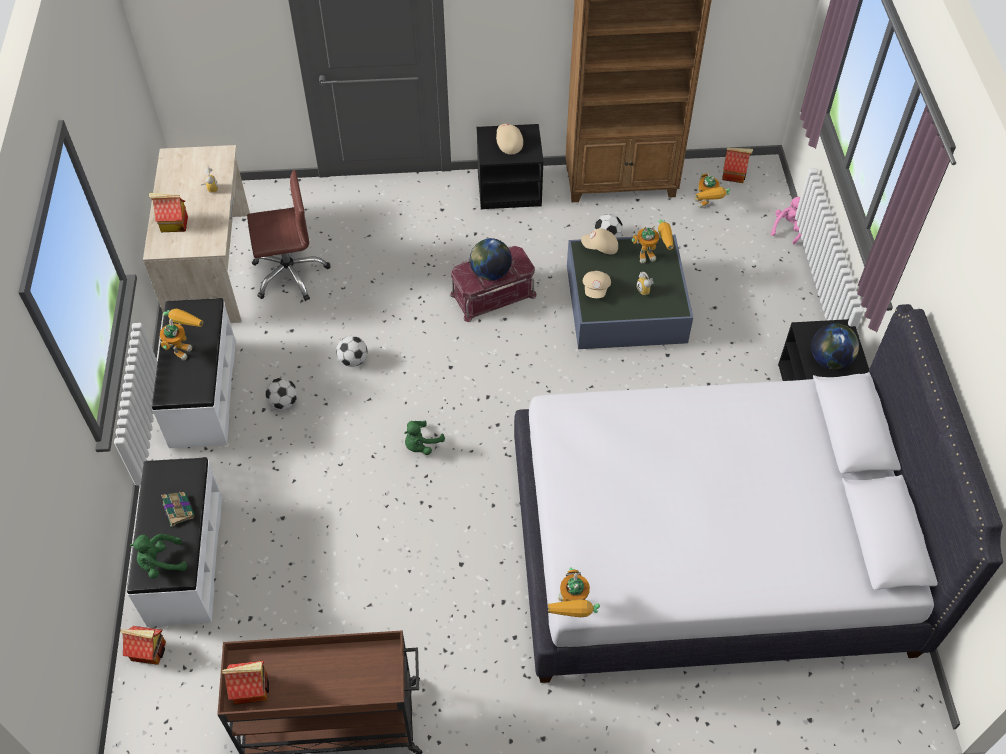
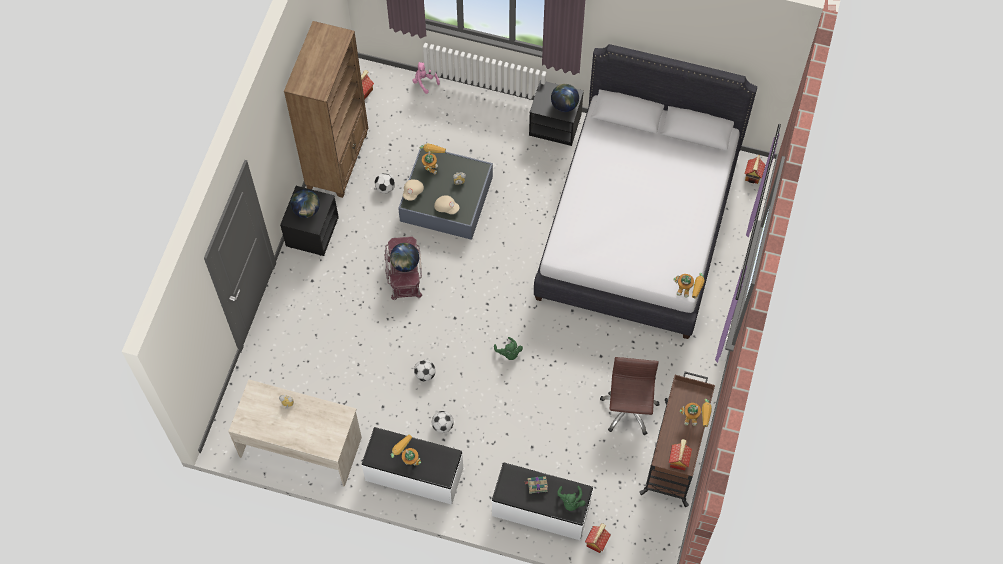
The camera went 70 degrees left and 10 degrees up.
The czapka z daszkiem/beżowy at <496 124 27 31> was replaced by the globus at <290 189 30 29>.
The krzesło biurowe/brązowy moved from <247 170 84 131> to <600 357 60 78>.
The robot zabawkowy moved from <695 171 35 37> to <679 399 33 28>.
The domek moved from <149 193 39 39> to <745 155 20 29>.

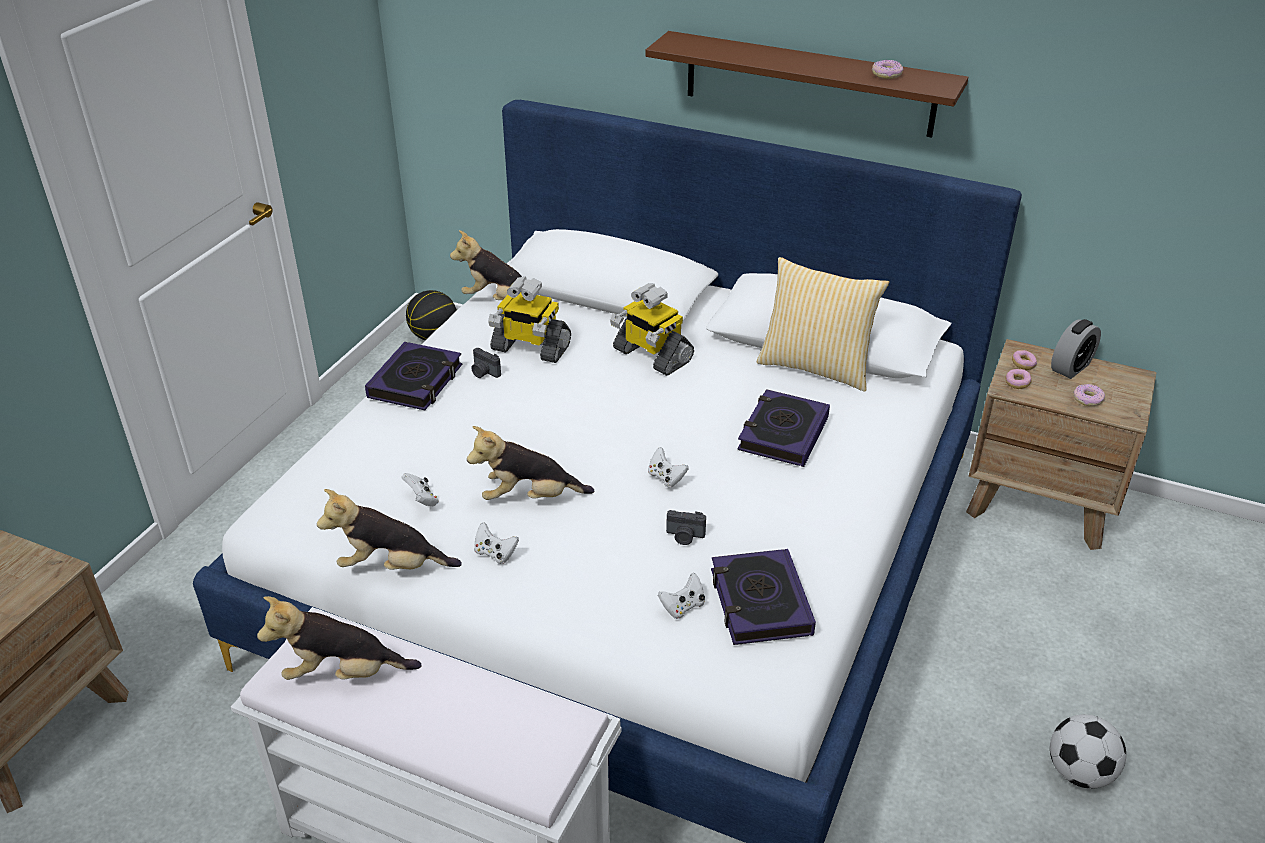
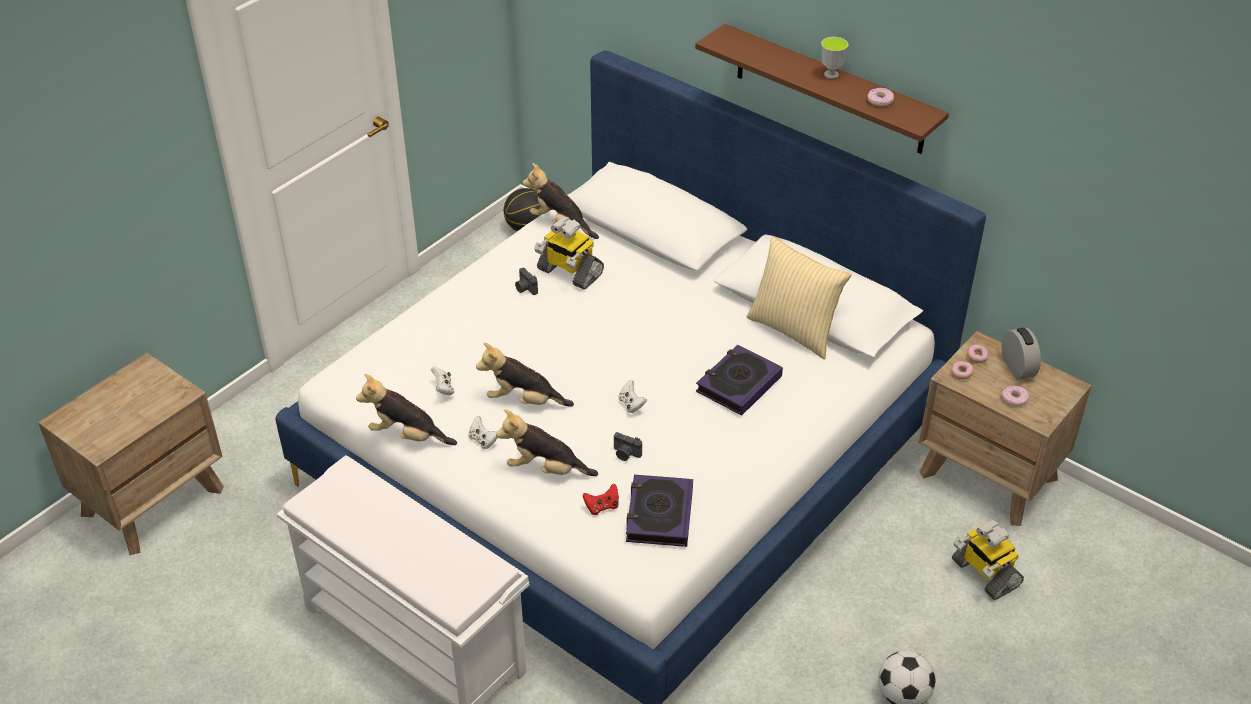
The camera went 15 degrees right and 5 degrees up.
The pluszak moved from <257 596 164 84> to <496 409 102 67>.
The pad do gier/biały at <658 573 47 46> became the pad do gier/czerwony at <583 484 36 31>.
The filiżanka at <821 37 27 42> appeared.
The robot zabawkowy moved from <610 283 84 93> to <952 520 72 80>.
The budzik at <1051 319 50 60> turned 75 degrees counterclockwise.
The książka at <365 342 97 68> disappeared.

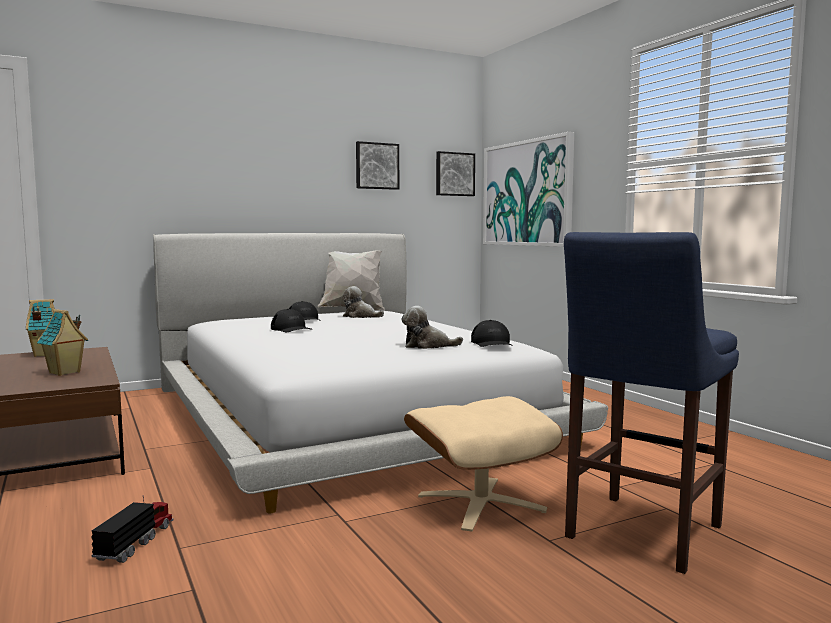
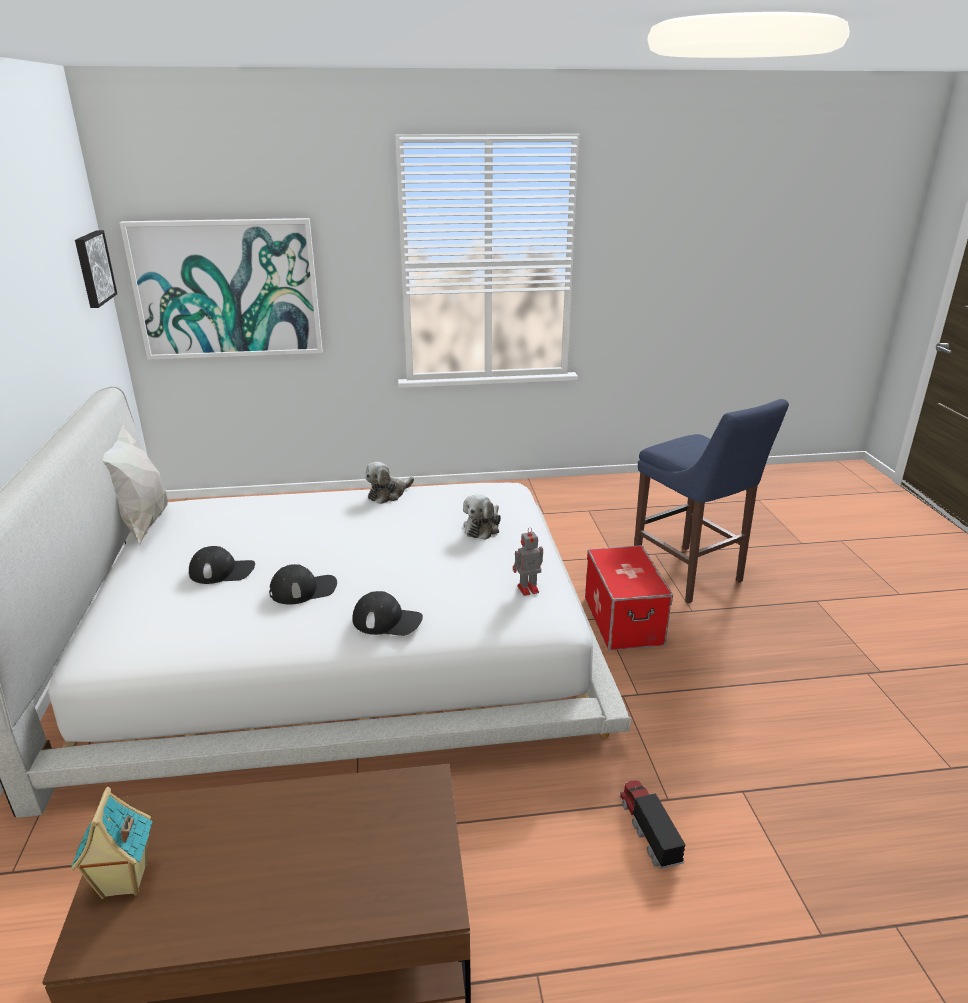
The camera went 70 degrees left and 20 degrees up.
The czapka z daszkiem/czarny moved from <471 320 42 27> to <352 591 71 45>.
The pluszak moved from <342 286 42 32> to <365 462 49 42>.
The robot zabawkowy at <513 527 30 69> appeared.
The pufa/beżowy at <404 396 159 136> was replaced by the pojemnik do przechowywania at <585 545 88 106>.
The ciężarówka zabawkowa at <91 495 82 68> turned 45 degrees clockwise.
The domek at <37 309 51 67> disappeared.
The obraz at <356 141 43 49> disappeared.

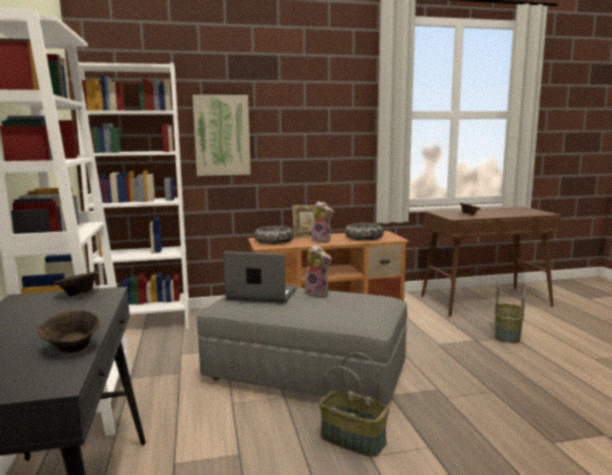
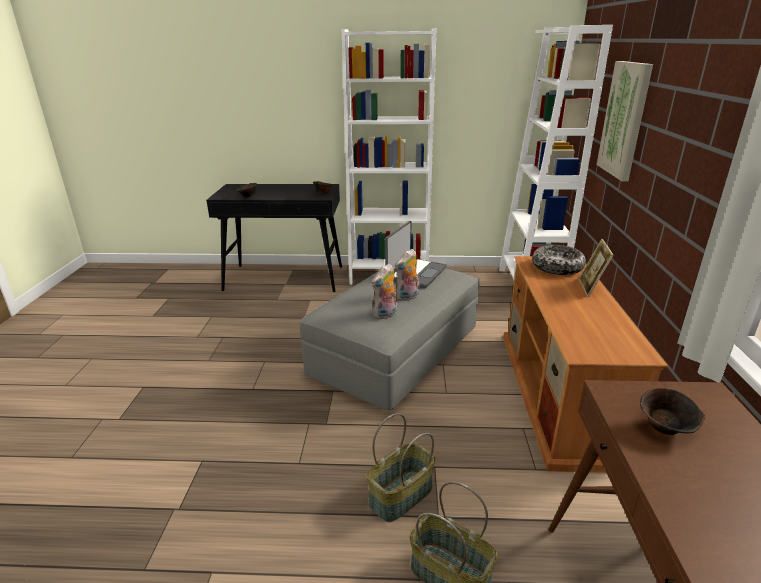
The camera went 105 degrees right and 15 degrees up.
The koszyk moved from <319 353 70 104> to <366 413 69 109>.
The pluszak moved from <311 201 23 42> to <372 263 26 57>.
The miska at <345 223 39 18> disappeared.

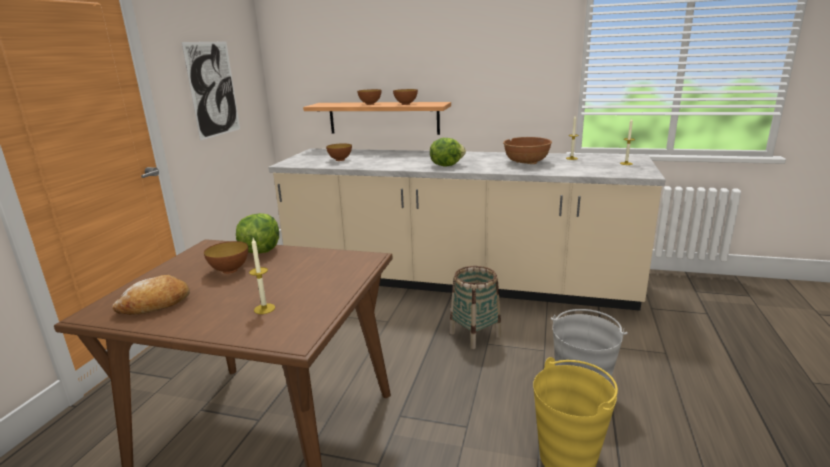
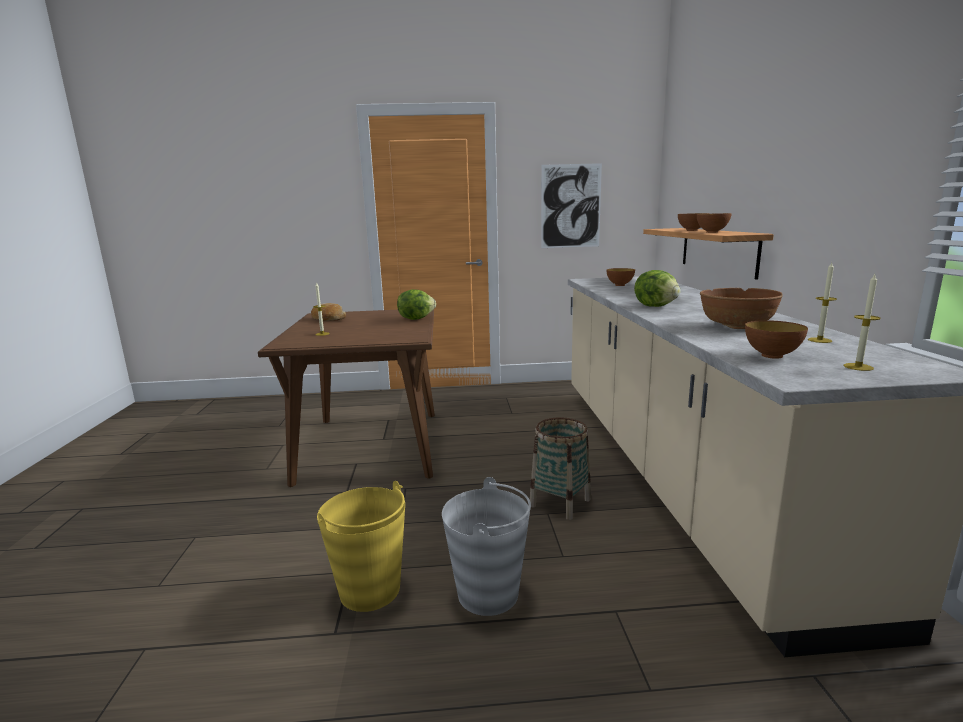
The camera went 70 degrees right and 5 degrees down.
The miska moved from <204 241 44 33> to <745 320 63 39>.

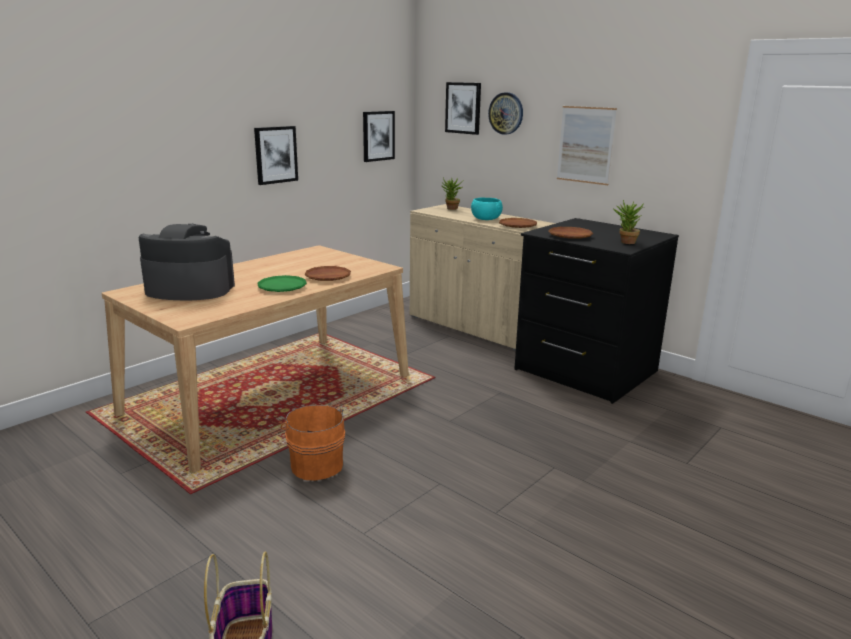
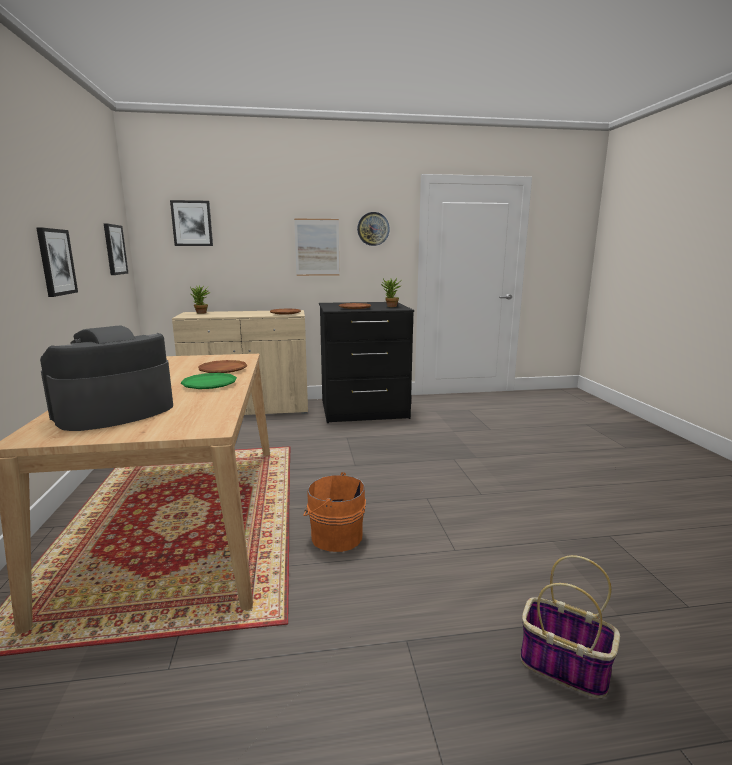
The camera went 50 degrees left and 5 degrees down.
The zegar ścienny moved from <488 92 35 43> to <357 212 33 34>.
The miska/turkusowy at <471 198 32 22> disappeared.

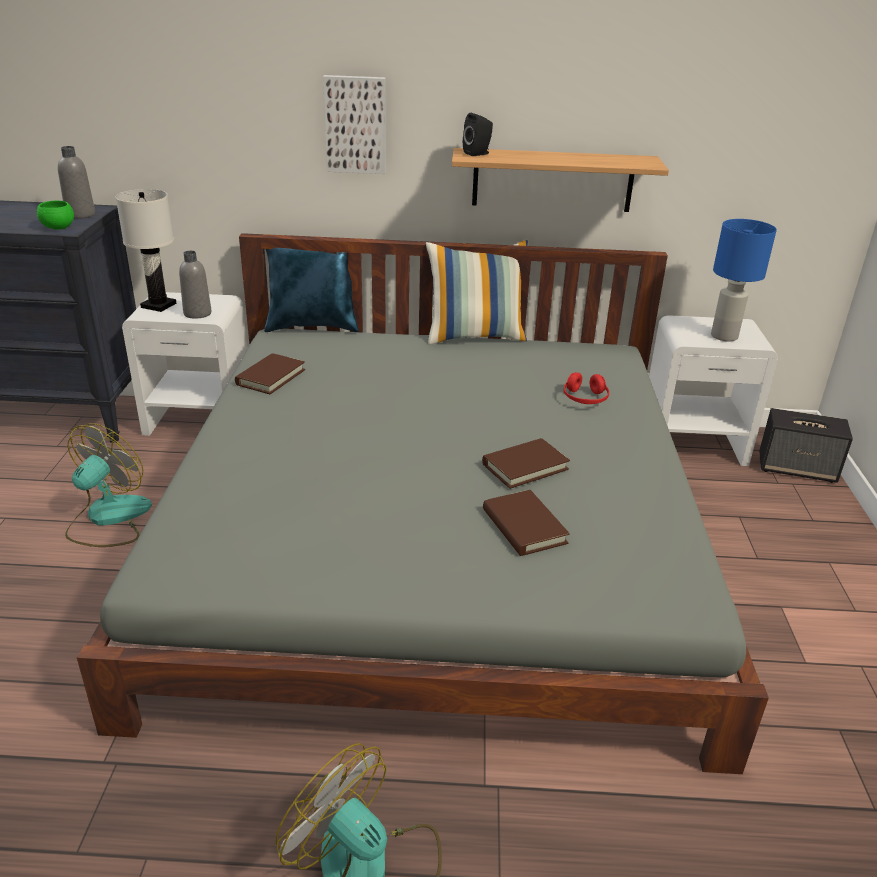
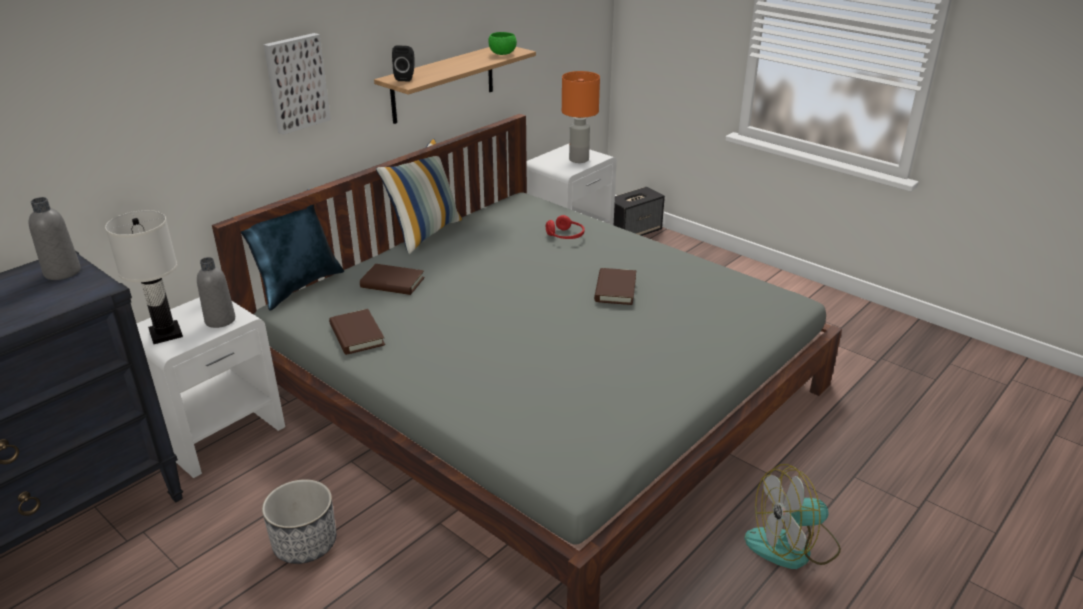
The camera went 50 degrees left and 0 degrees up.
The wentylator at <65 423 87 124> was replaced by the donica at <262 479 74 85>.
The książka/brązowy moved from <483 490 87 66> to <360 264 65 31>.
The miska/zielony moved from <37 200 37 30> to <488 32 29 23>.
The lampa stołowa/niebieski at <711 219 66 123> became the lampa stołowa/pomarańczowy at <562 71 38 92>.

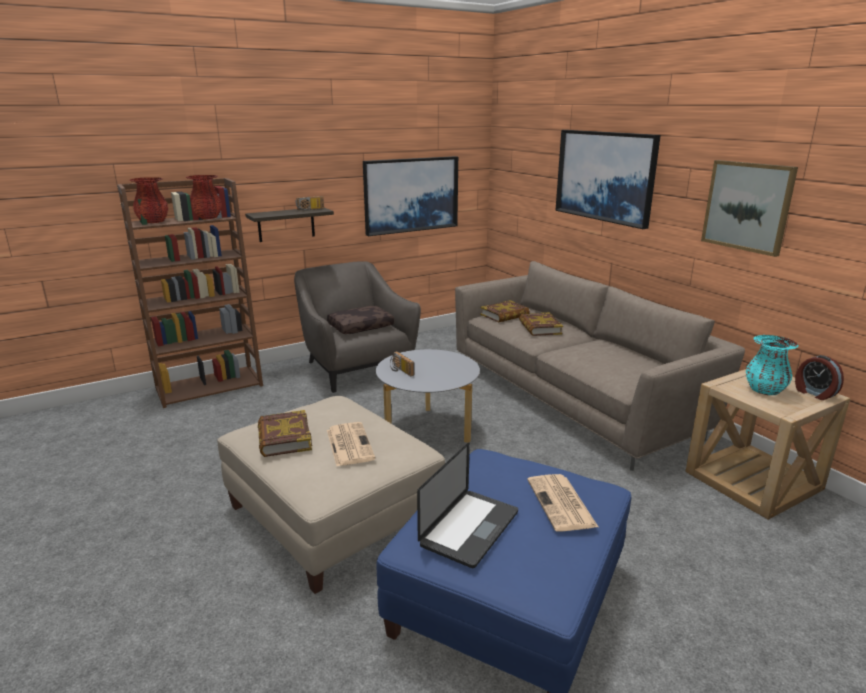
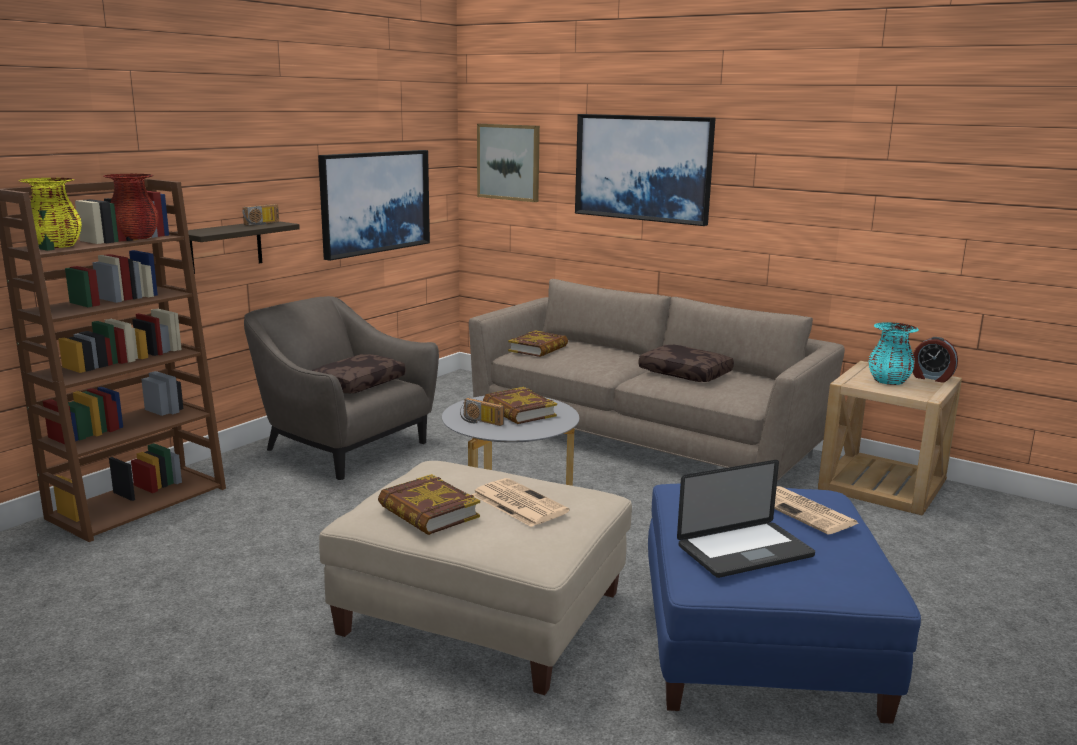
The camera went 25 degrees left and 5 degrees down.
The wazon/czerwony at <129 177 39 46> became the wazon/żółty at <19 178 63 70>.
The obraz moved from <701 160 97 97> to <477 124 63 78>.
The książka moved from <519 312 44 24> to <483 387 74 37>.
The poduszka/brązowy at <639 345 95 37> appeared.
The laptop at <417 442 101 126> turned 60 degrees clockwise.

